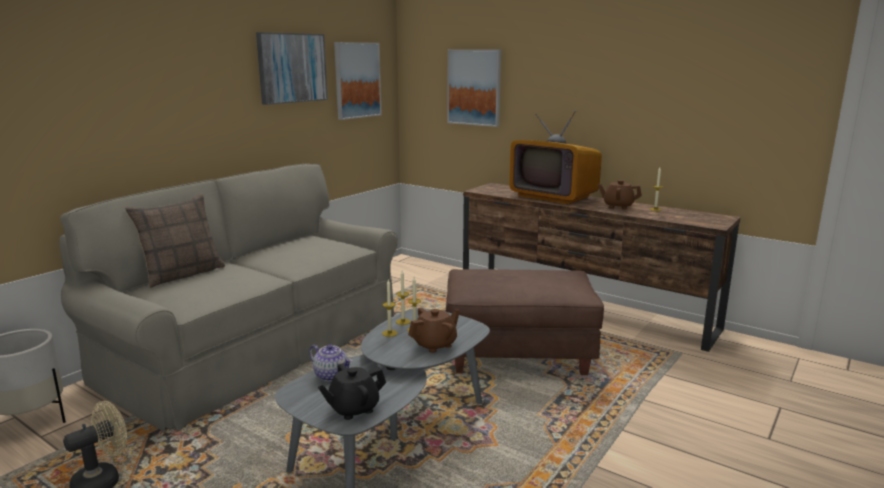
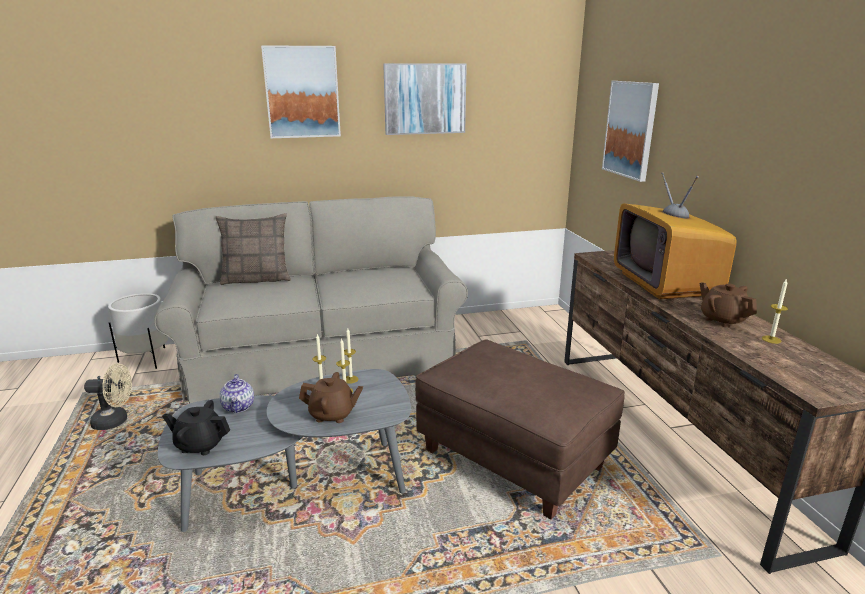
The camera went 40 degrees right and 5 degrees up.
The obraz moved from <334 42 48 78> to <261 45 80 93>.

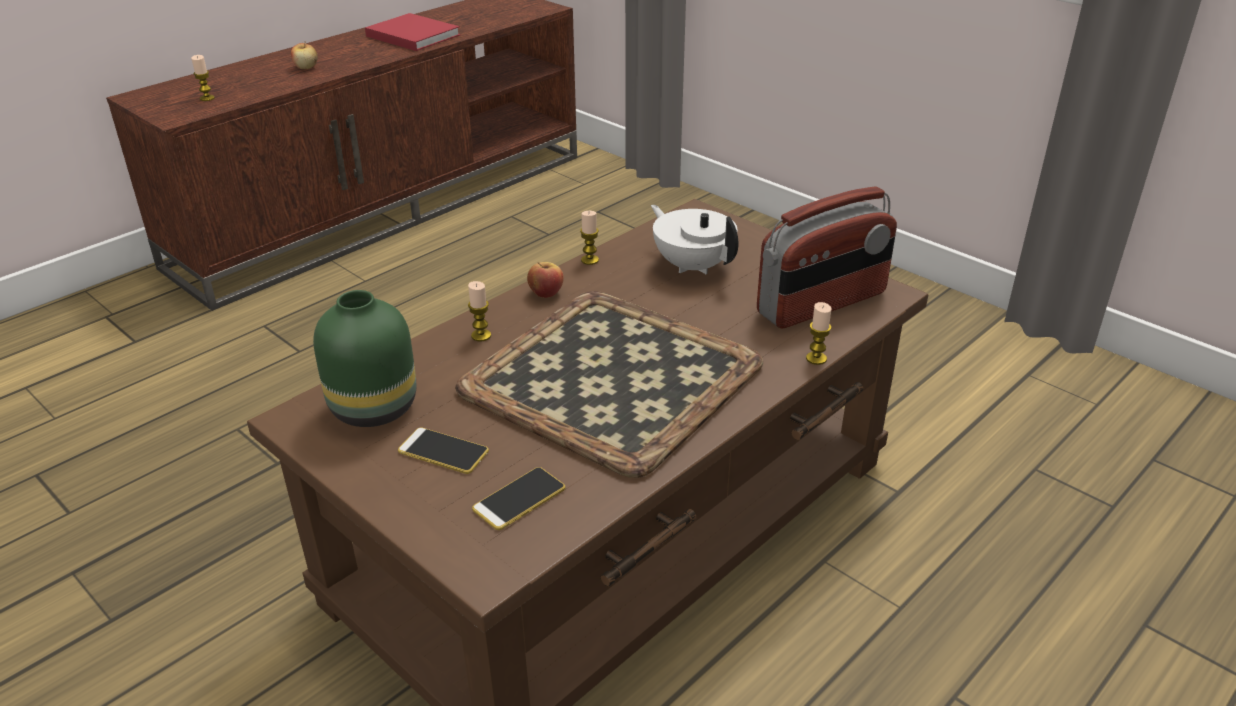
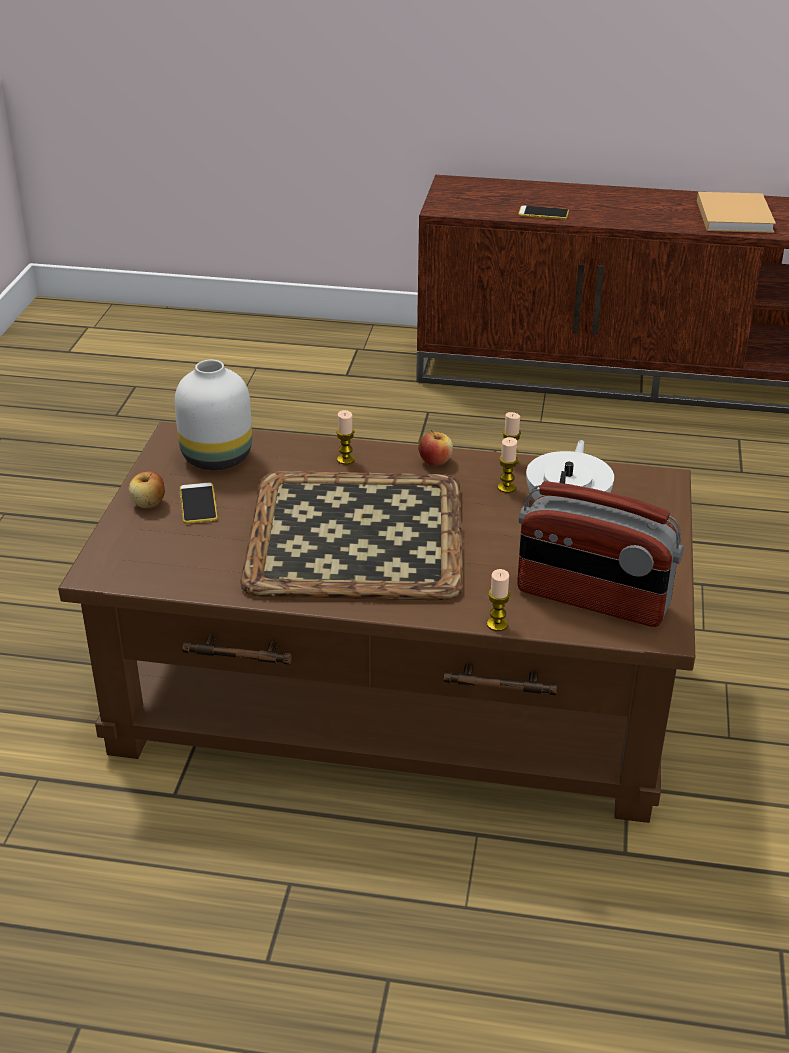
The camera went 55 degrees right and 0 degrees up.
The jabłko moved from <291 41 27 28> to <129 471 36 37>.
The wazon/zielony at <313 290 103 137> became the wazon/biały at <175 360 77 110>.
The świeca moved from <191 55 24 46> to <498 437 20 56>.
The telefon moved from <472 467 93 63> to <518 205 51 15>.
The książka/czerwony at <365 13 95 38> became the książka/beżowy at <697 192 79 41>.

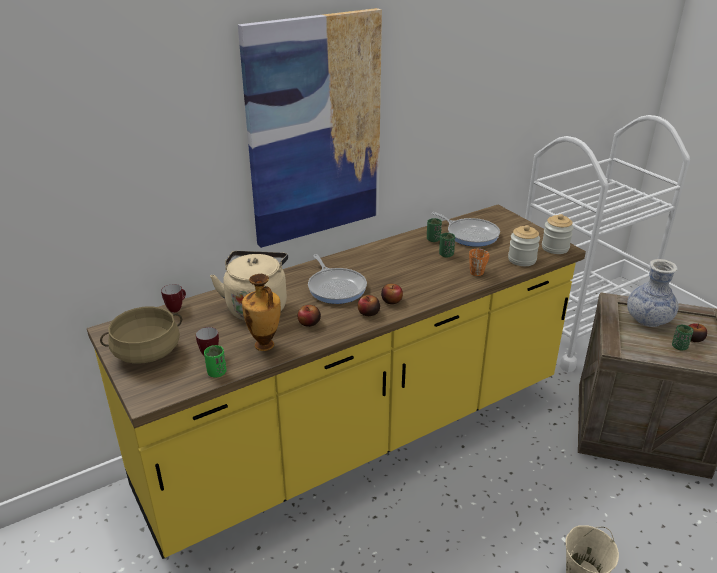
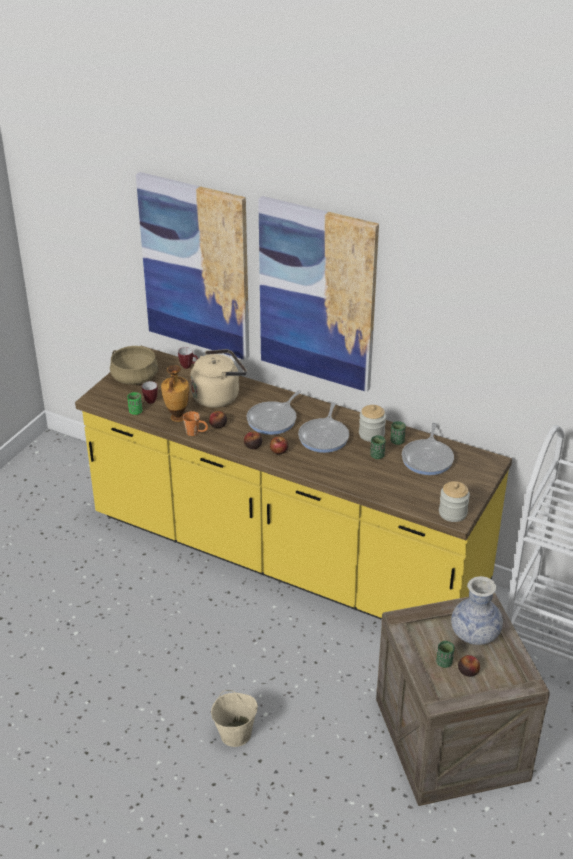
The camera went 60 degrees right and 5 degrees up.
The obraz at <136 172 113 188> appeared.
The kubek/pomarańczowy moved from <469 249 20 27> to <183 411 25 25>.
The patelnia at <298 402 51 51> appeared.
The słoik moved from <508 225 32 41> to <359 405 27 37>.

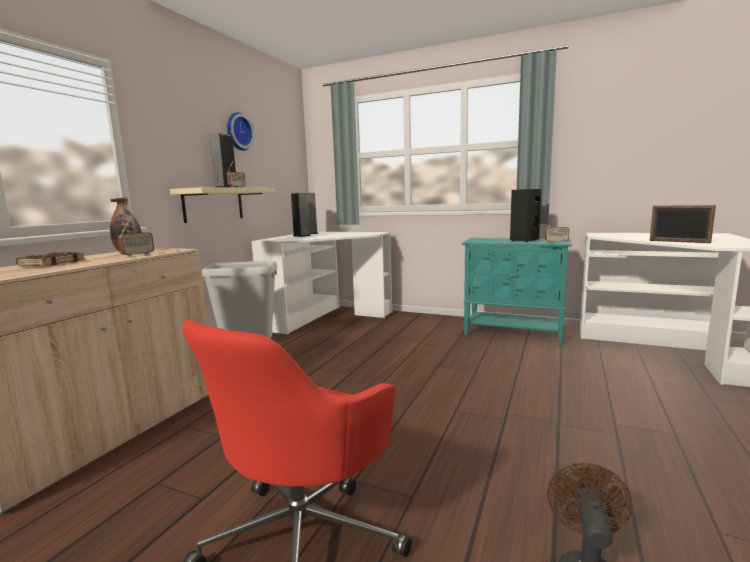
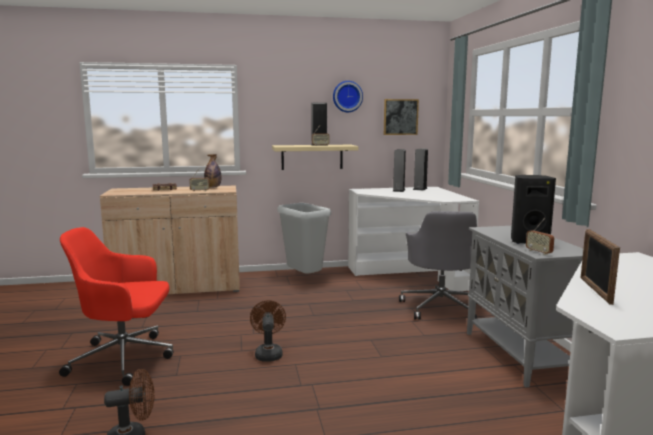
The camera went 55 degrees right and 0 degrees up.
The wentylator/brązowy at <250 300 36 62> appeared.
The obraz at <384 99 35 36> appeared.
The krzesło biurowe/szary at <399 211 78 109> appeared.
The szafka/turkusowy at <462 238 110 107> became the szafka/szary at <467 226 116 161>.

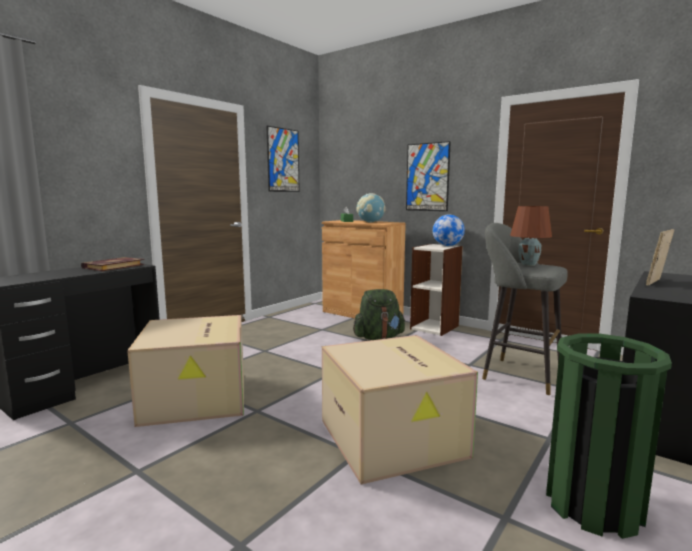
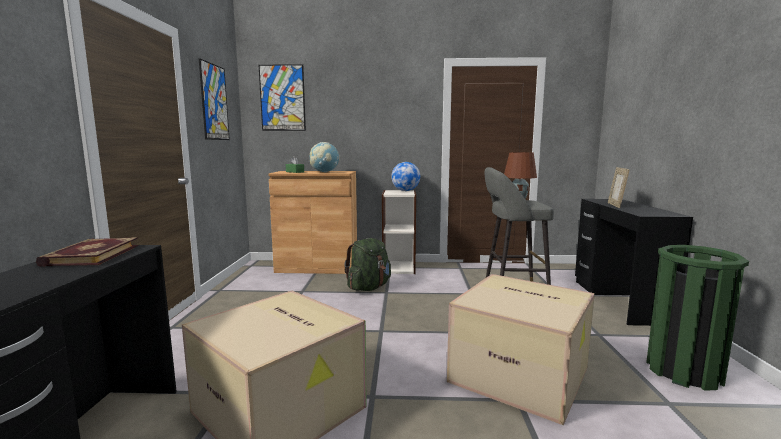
The camera went 35 degrees left and 0 degrees up.
The obraz moved from <406 141 45 70> to <259 64 47 67>.

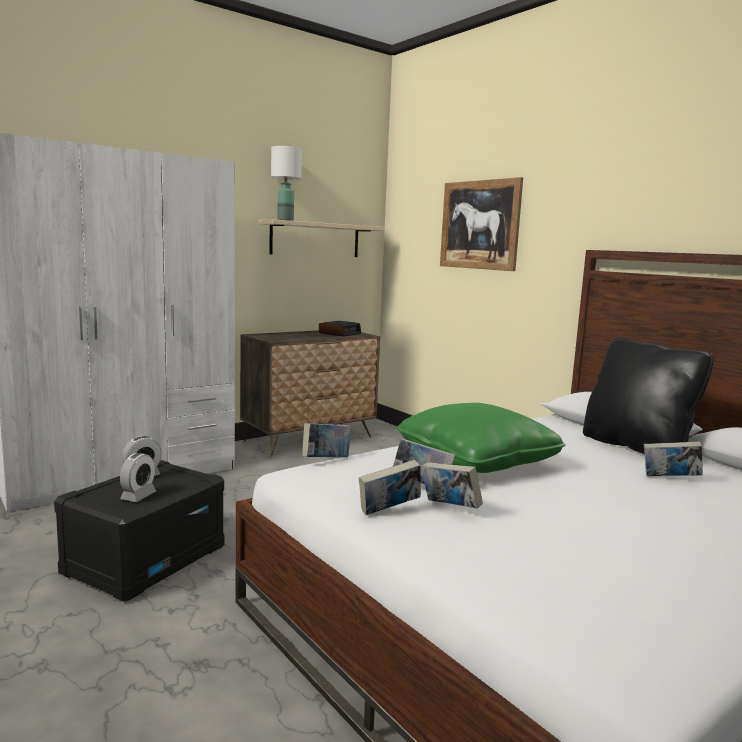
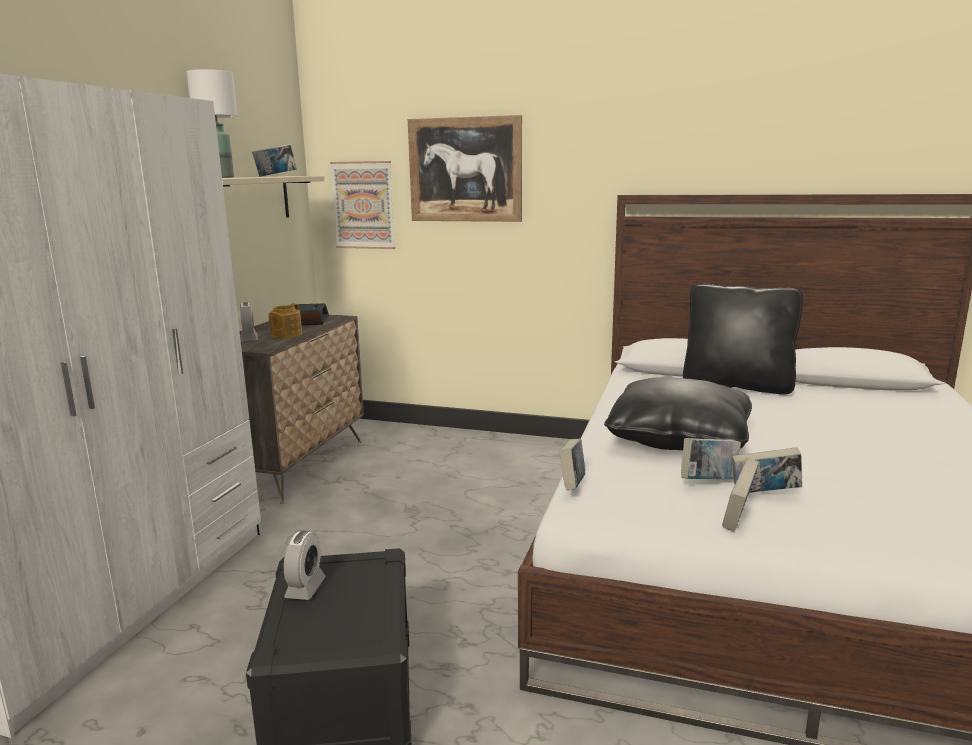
The camera went 35 degrees left and 5 degrees up.
The budzik moved from <120 453 36 49> to <240 302 18 39>.
The książka moved from <644 441 59 35> to <252 144 45 33>.
The imbryk at <268 304 34 34> appeared.
The obraz at <330 161 65 88> appeared.
The poduszka/zielony at <396 403 169 70> became the poduszka/czarny at <604 377 148 73>.

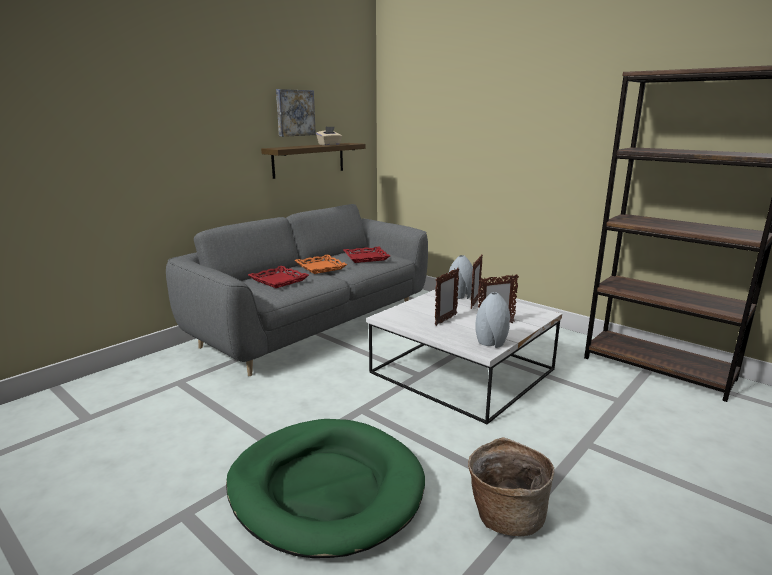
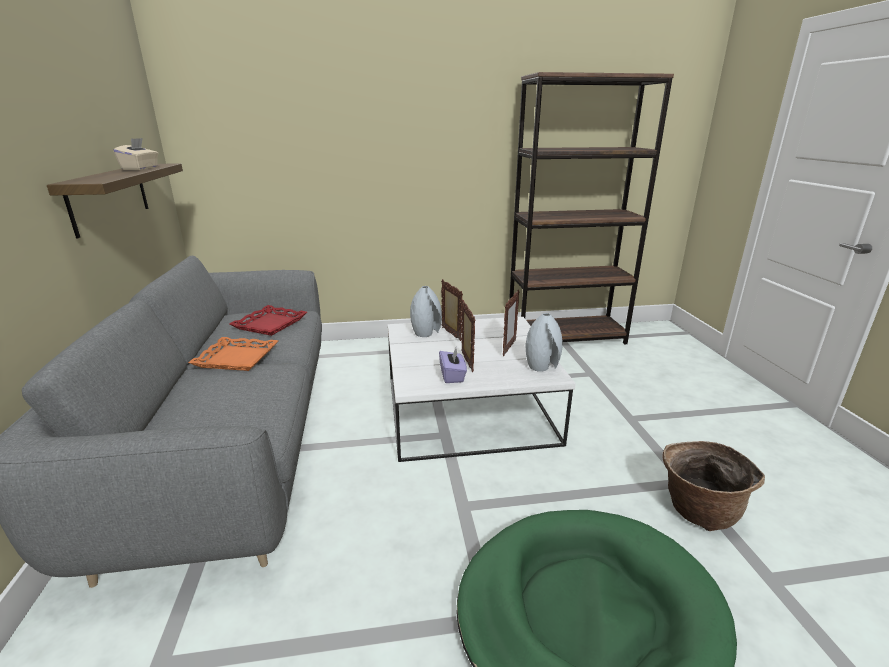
The camera went 50 degrees left and 5 degrees up.
The pudełko chusteczek/fioletowy at <439 348 28 35> appeared.
The taca/czerwony at <248 266 61 22> disappeared.
The obraz at <276 89 40 48> disappeared.

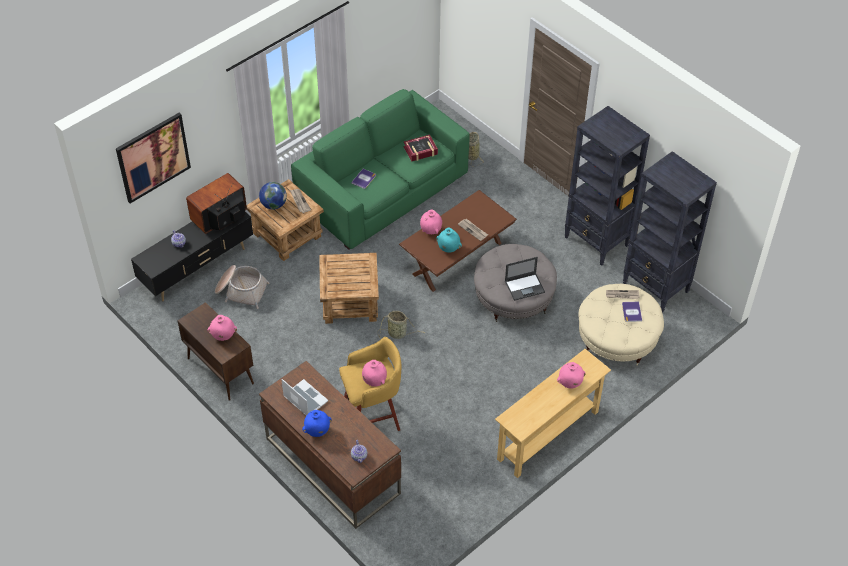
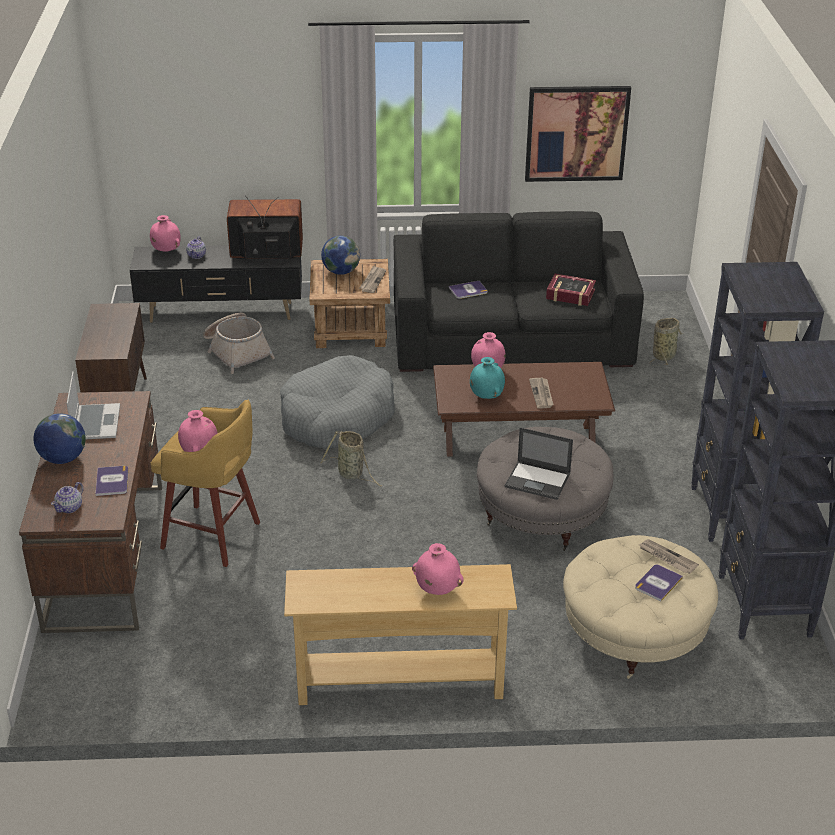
The camera went 40 degrees right and 15 degrees down.
The wazon/niebieski at <302 410 30 27> was replaced by the globus at <34 413 52 51>.
The książka at <95 466 33 30> appeared.
The wazon/różowy moved from <208 315 29 26> to <150 215 31 37>.
The stolik/brązowy at <319 253 60 71> was replaced by the legowisko/szary at <280 355 115 94>.
The kanapa/zielony at <291 89 179 161> became the kanapa/czarny at <394 211 250 161>.
The obraz moved from <116 113 75 91> to <525 86 106 96>.

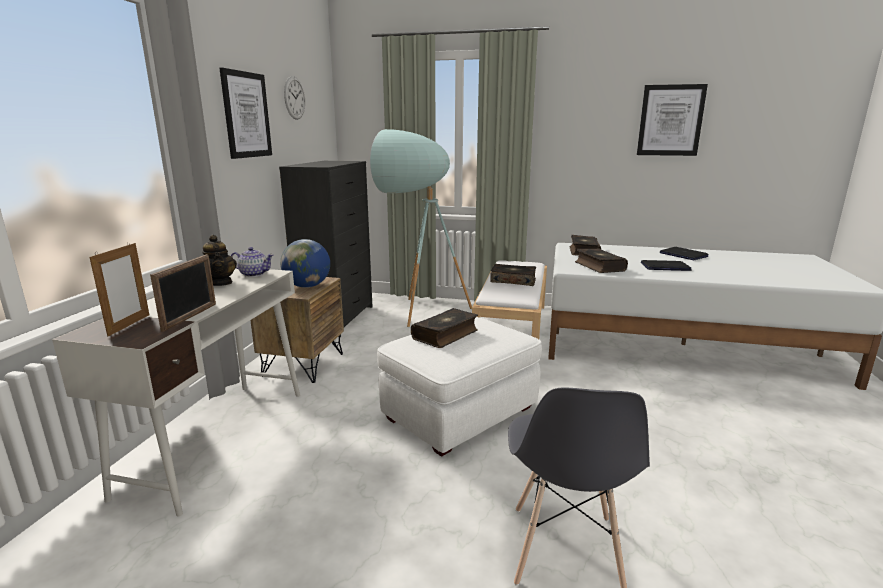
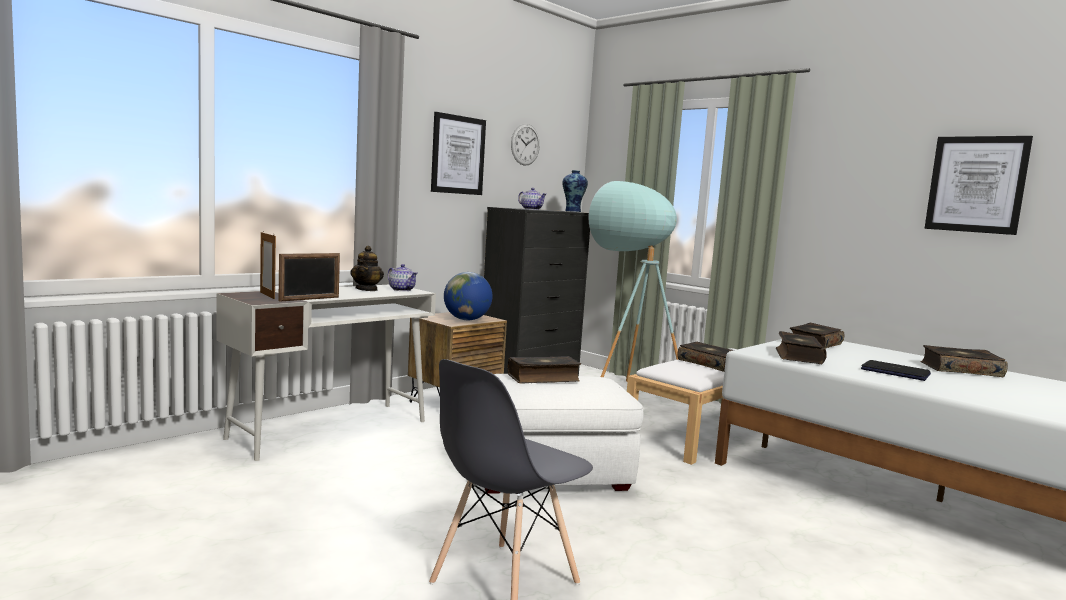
The camera went 30 degrees right and 10 degrees down.
The ramka na zdjęcie at <90 242 59 95> turned 105 degrees clockwise.
The imbryk at <518 188 28 22> appeared.
The wazon at <562 170 26 42> appeared.
The laptop at <660 247 49 13> was replaced by the książka at <920 345 88 32>.

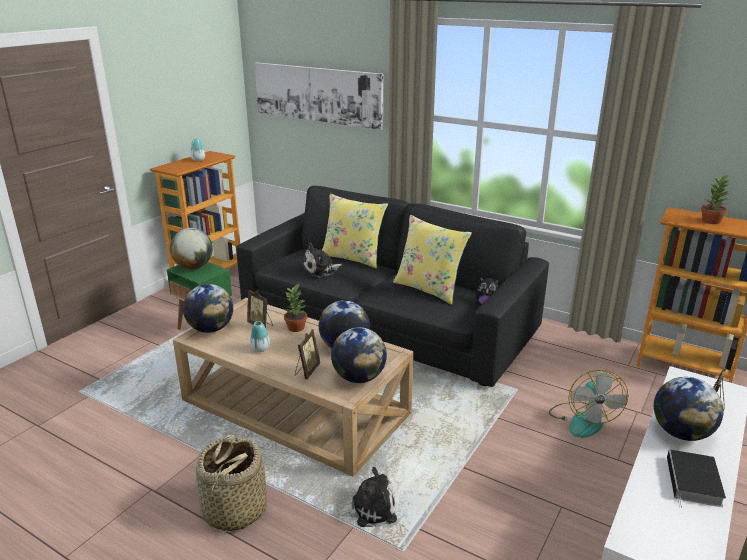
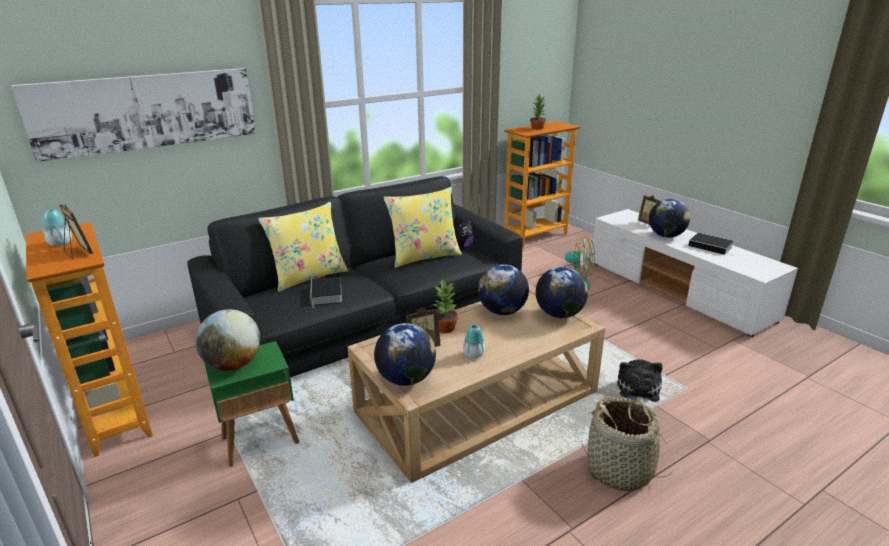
The camera went 65 degrees left and 0 degrees up.
The ramka na zdjęcie moved from <295 329 25 50> to <59 205 34 54>.
The pluszak at <303 243 39 34> was replaced by the książka at <310 277 32 29>.

